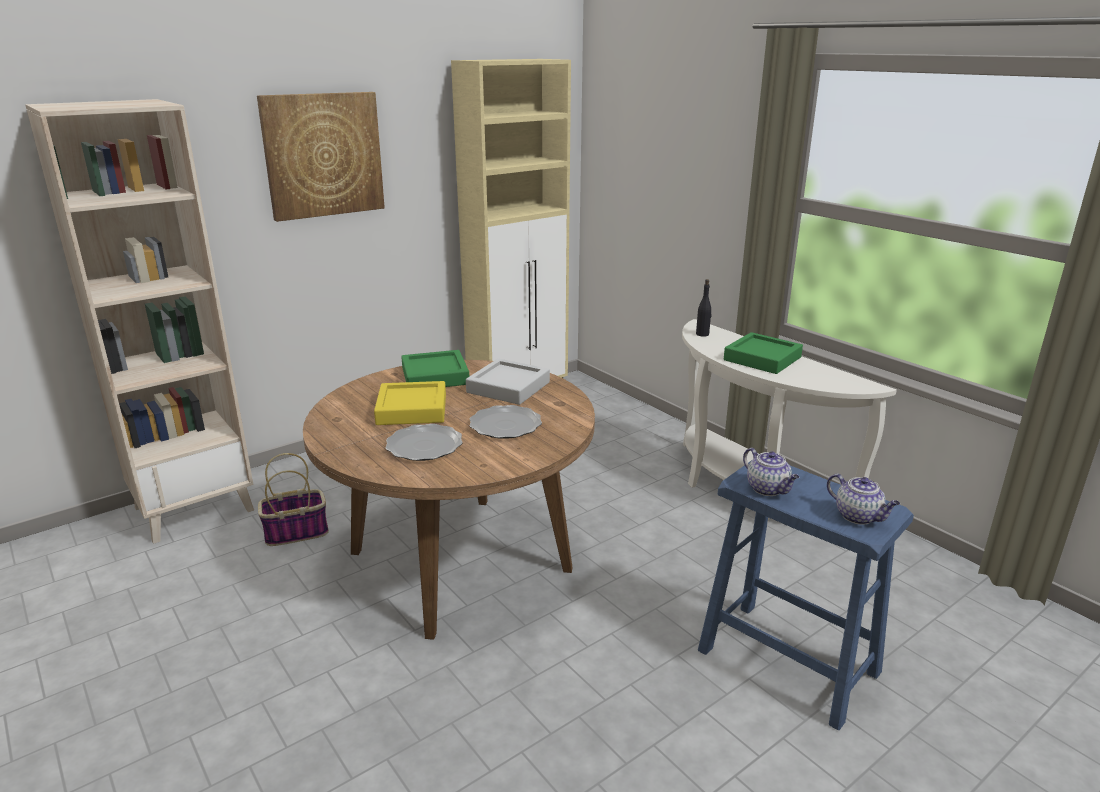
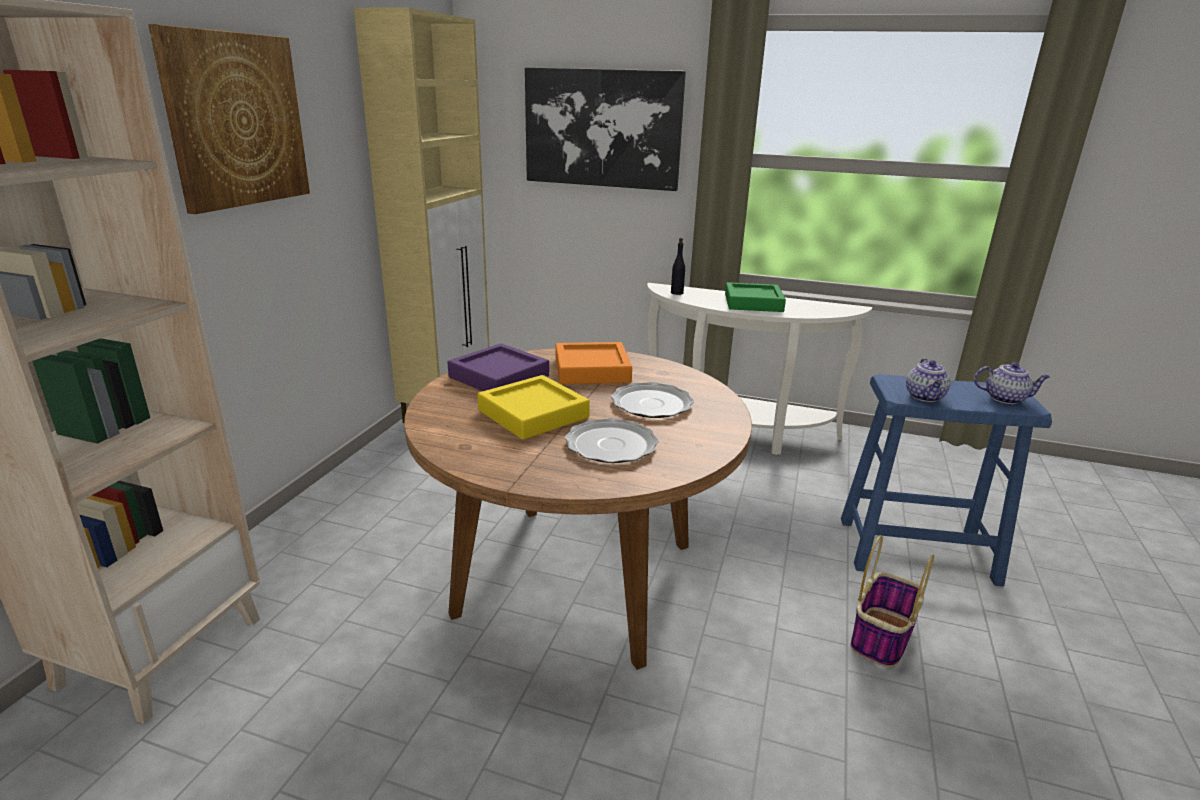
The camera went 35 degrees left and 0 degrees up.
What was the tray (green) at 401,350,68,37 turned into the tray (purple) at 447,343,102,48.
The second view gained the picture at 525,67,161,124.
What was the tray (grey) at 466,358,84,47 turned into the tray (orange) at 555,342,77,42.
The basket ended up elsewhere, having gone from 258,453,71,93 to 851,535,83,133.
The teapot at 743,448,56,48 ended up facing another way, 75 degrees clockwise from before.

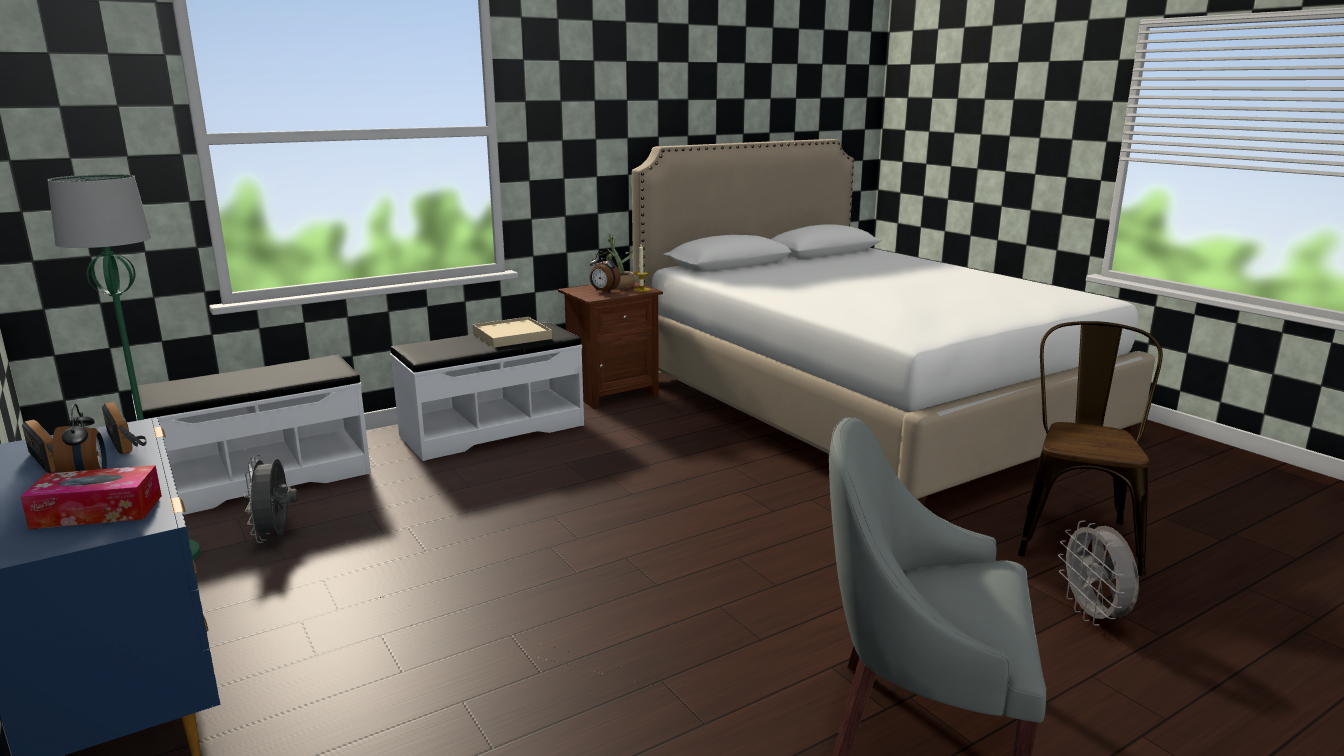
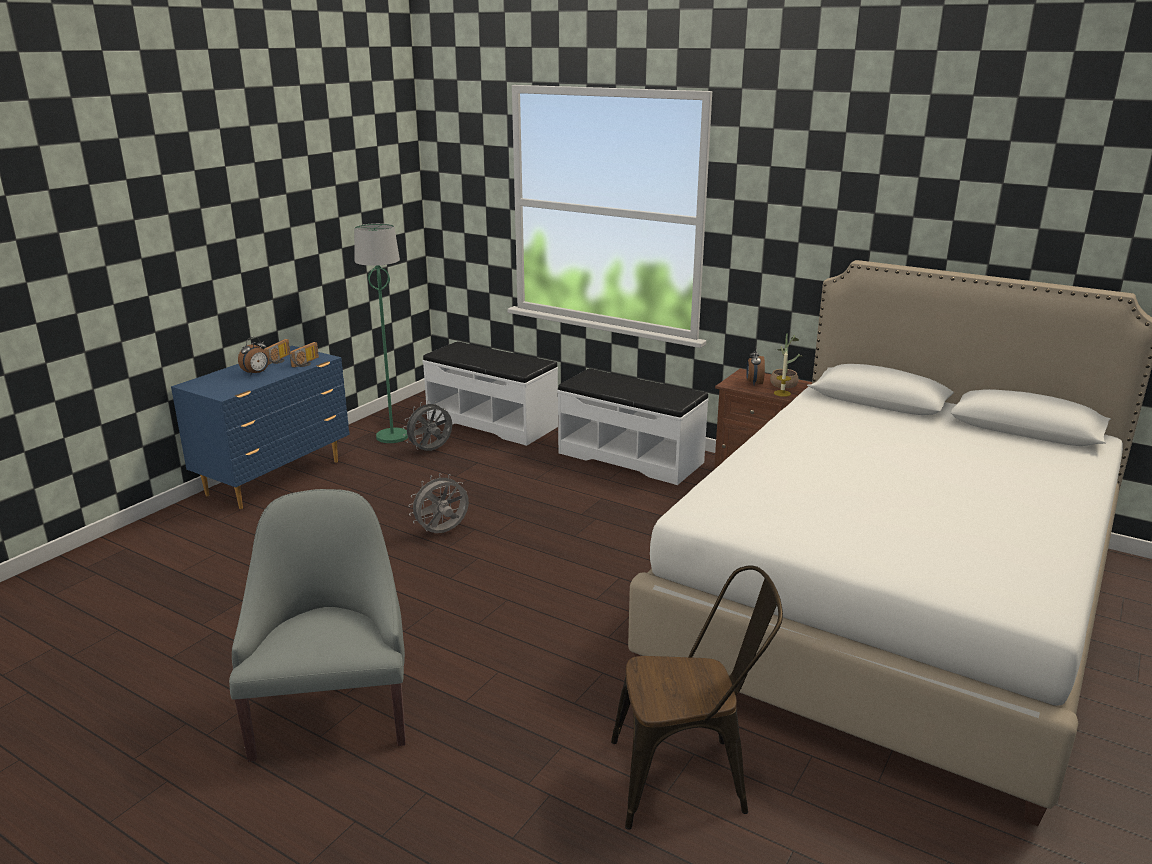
The camera went 65 degrees right and 5 degrees up.
The fan (grey) ended up elsewhere, having gone from 1058,520,81,106 to 408,473,61,60.
The second view lost the tissue box at 20,465,142,64.
The second view lost the tray (beige) at 472,317,80,31.

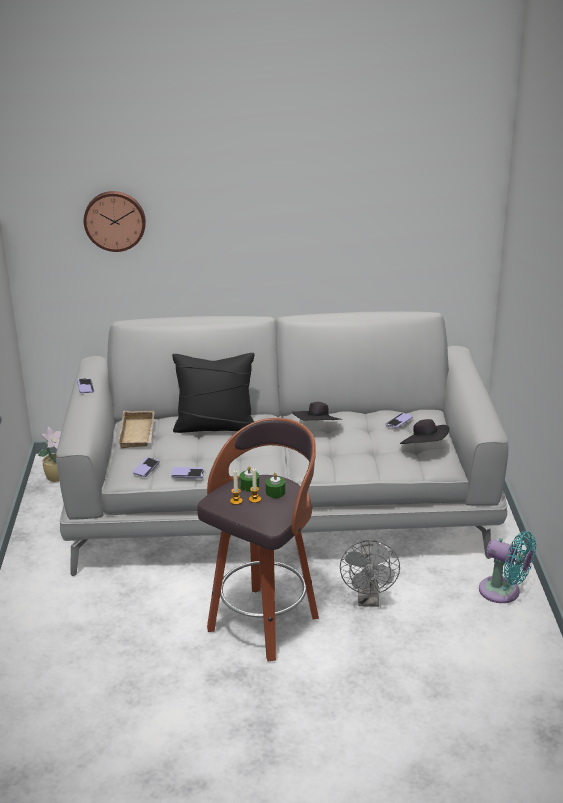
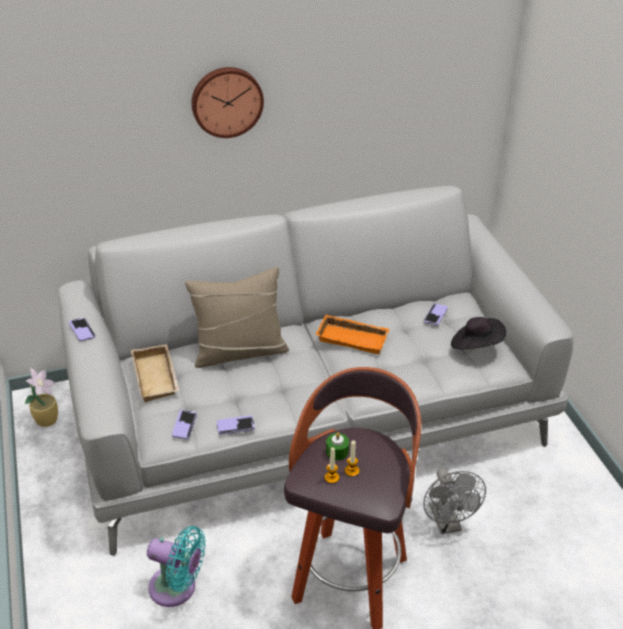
The camera went 15 degrees left and 10 degrees up.
The fan (turquoise) ended up elsewhere, having gone from 479,531,57,72 to 147,526,59,81.
What was the pillow (black) at 172,353,82,80 turned into the pillow (beige) at 185,267,104,101.
The wall clock ended up elsewhere, having gone from 84,191,62,61 to 191,67,73,71.
Where the hat (black) stood at 293,402,49,19, the tray (orange) came to stand at 315,315,75,39.
The second view lost the candle (green) at 266,473,19,25.

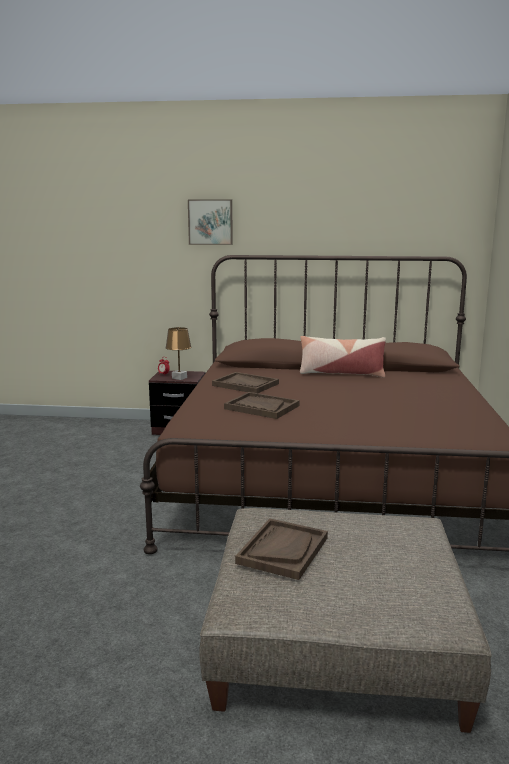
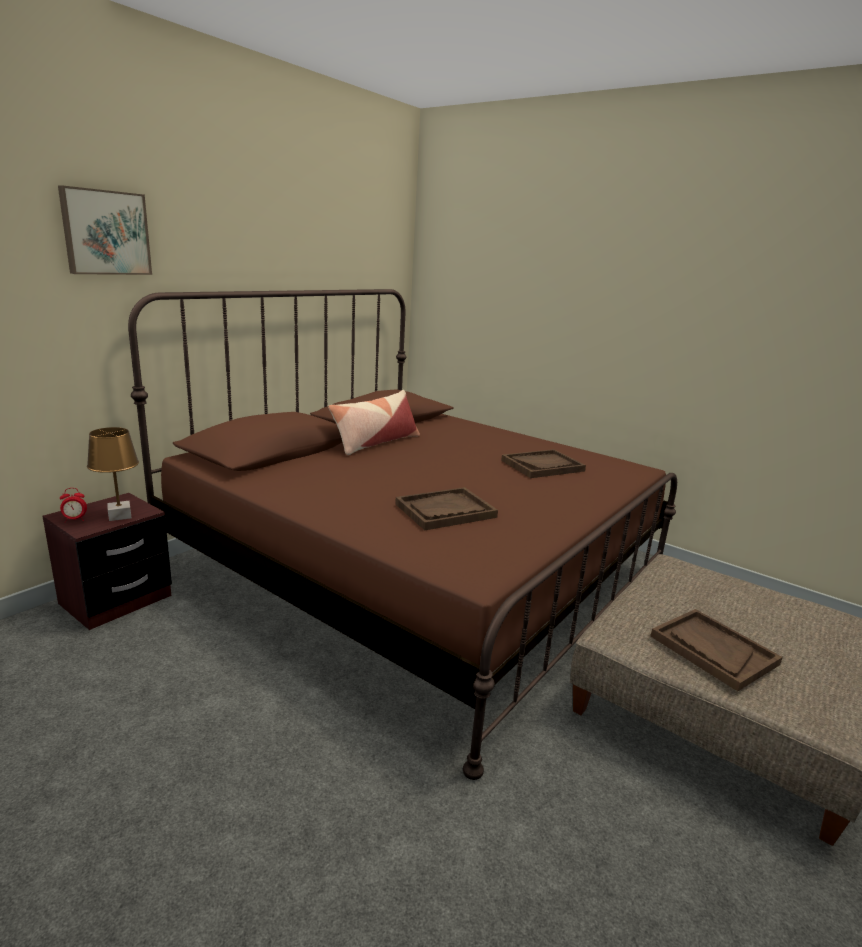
The camera went 60 degrees left and 5 degrees up.
The tray (brown) ended up elsewhere, having gone from 212,372,67,21 to 501,449,85,29.

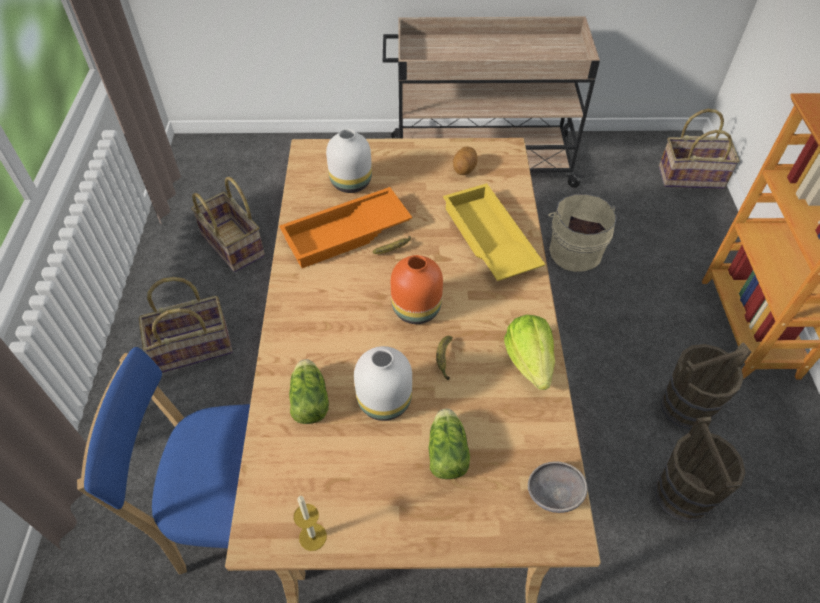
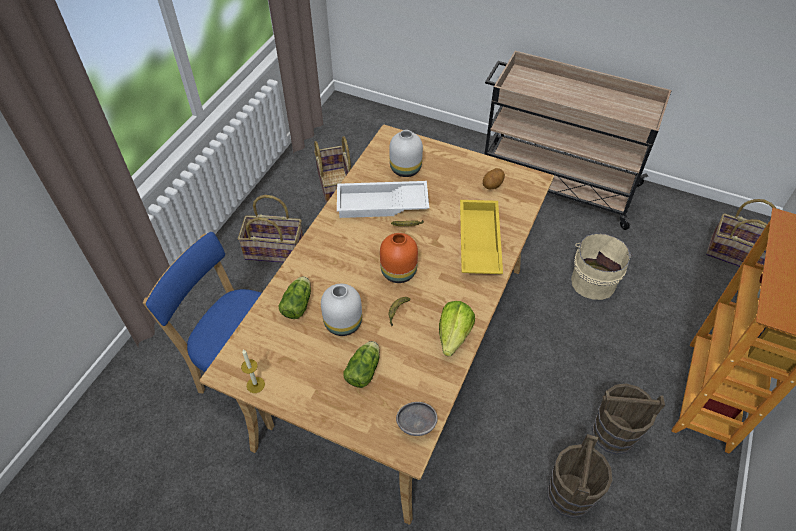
The camera went 25 degrees right and 0 degrees up.
What was the tray (orange) at 279,187,134,81 turned into the tray (white) at 337,181,92,37.

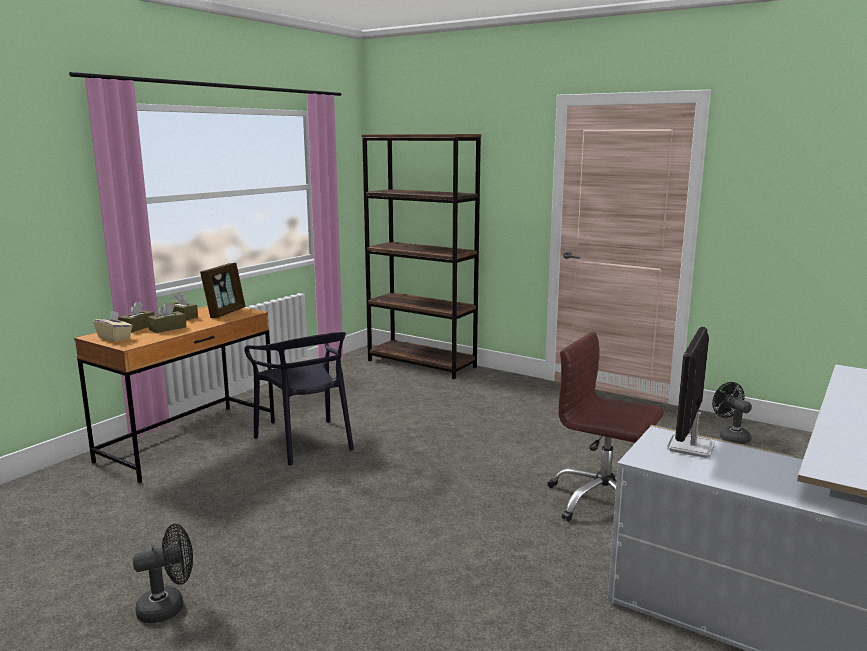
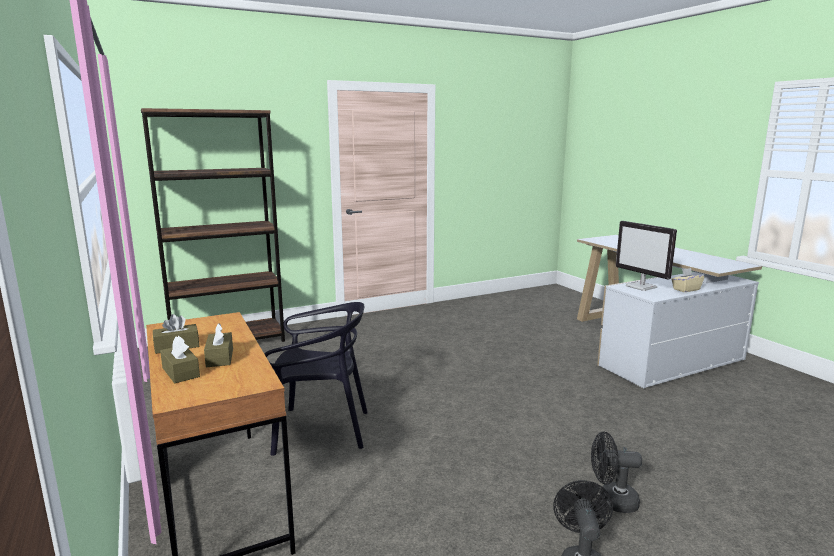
The camera went 60 degrees left and 0 degrees up.
The fan (black) ended up elsewhere, having gone from 712,382,40,62 to 591,431,51,82.
The tissue box (beige) ended up elsewhere, having gone from 93,310,40,32 to 671,268,33,24.
The second view lost the picture frame at 200,263,46,55.
The second view lost the office chair (brown) at 548,332,116,190.

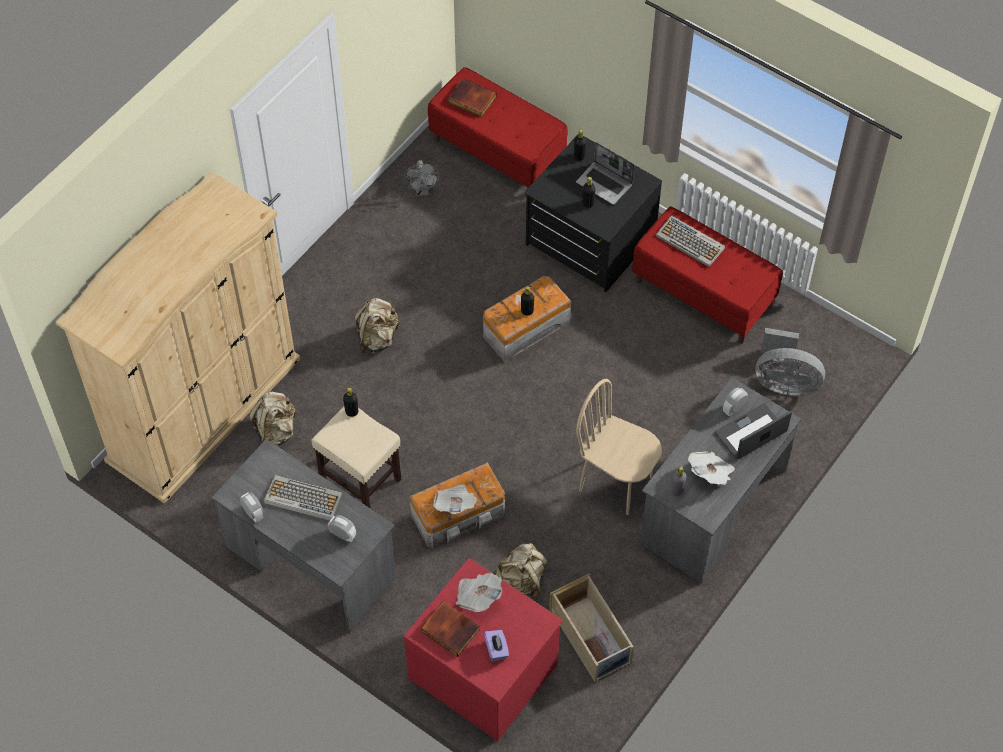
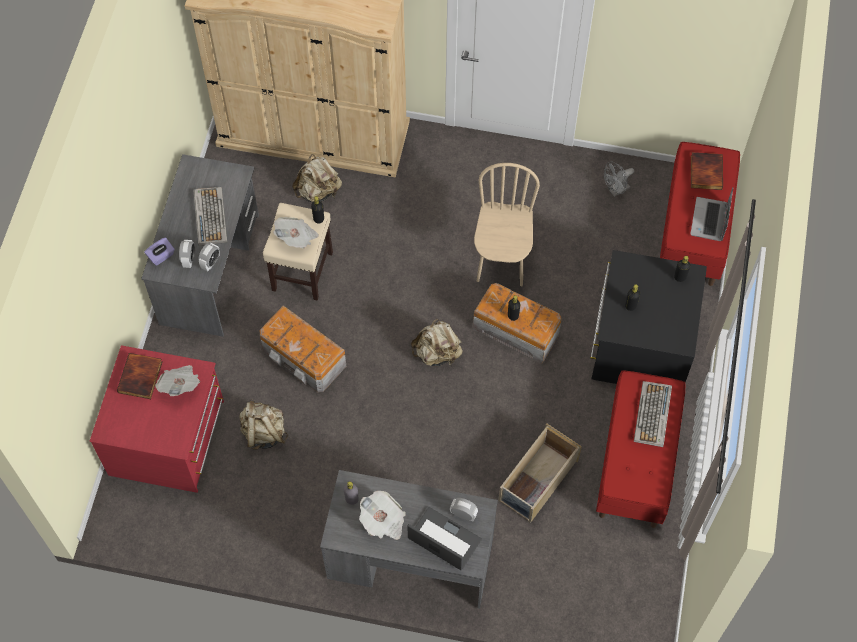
The camera went 65 degrees right and 5 degrees up.
The tissue box (purple) ended up elsewhere, having gone from 484,630,25,32 to 144,237,31,29.
The alarm clock ended up elsewhere, having gone from 240,492,23,31 to 198,243,22,28.
The newspaper ended up elsewhere, having gone from 433,484,45,30 to 273,217,46,31.
The backpack (beige) ended up elsewhere, having gone from 354,298,47,57 to 411,319,52,47.
The chair (beige) ended up elsewhere, having gone from 576,379,86,136 to 474,163,66,123.
The storage box (beige) ended up elsewhere, having gone from 549,573,85,109 to 498,424,84,99.
The laptop ended up elsewhere, having gone from 576,142,59,63 to 690,187,43,54.
The second view lost the fan (grey) at 755,328,70,68.

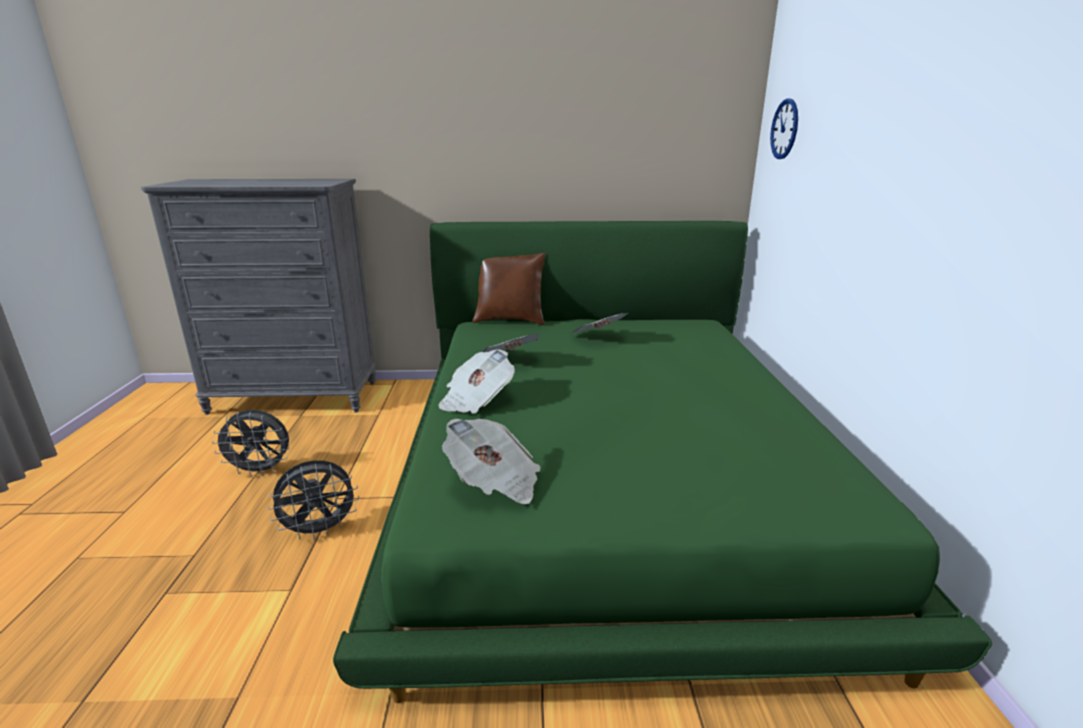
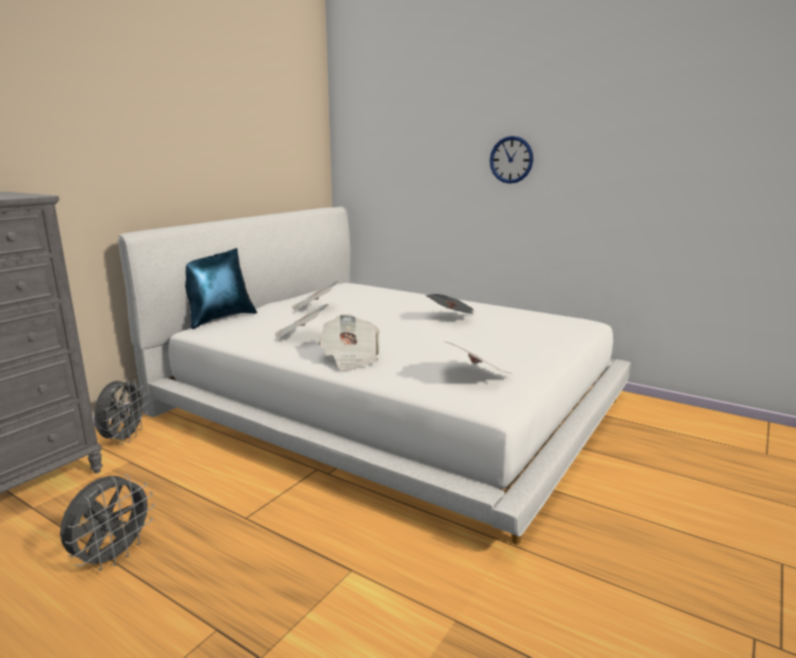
The camera went 55 degrees left and 5 degrees down.
The fan (grey) ended up elsewhere, having gone from 267,460,93,79 to 94,378,54,66.
What was the bed (green) at 333,221,659,482 turned into the bed (white) at 118,206,513,339.
What was the pillow (brown) at 472,253,74,72 turned into the pillow (blue) at 185,248,72,81.
The second view gained the newspaper at 425,294,50,20.
The wall clock ended up elsewhere, having gone from 770,98,28,61 to 490,136,43,48.

